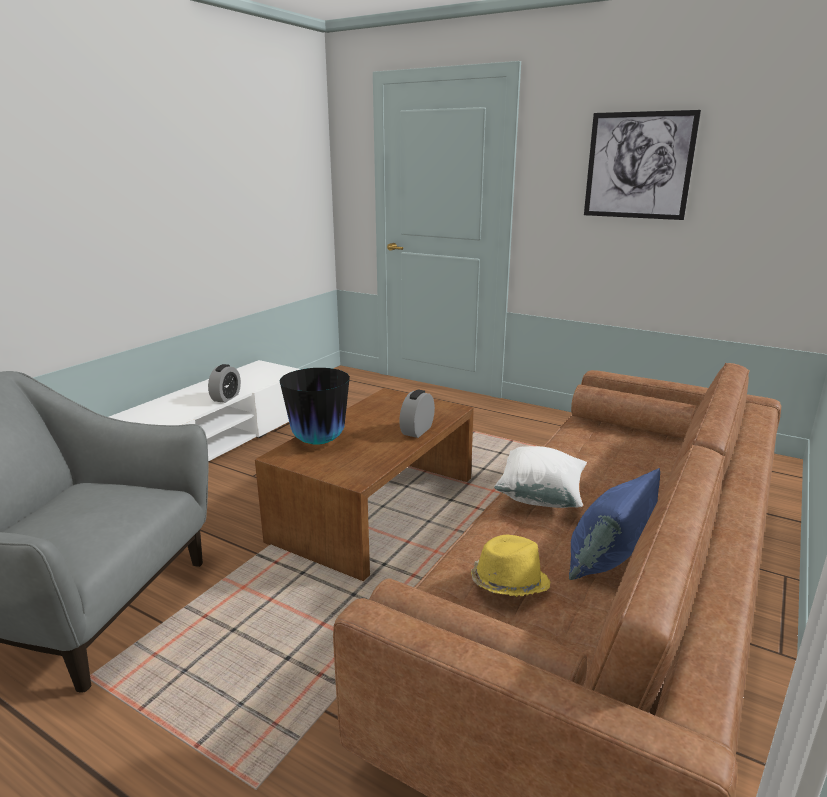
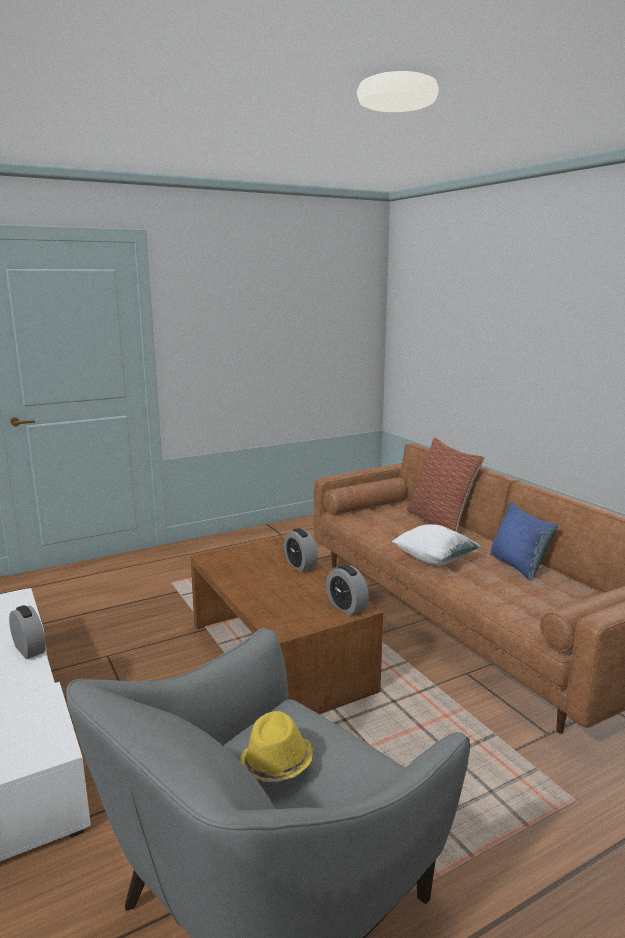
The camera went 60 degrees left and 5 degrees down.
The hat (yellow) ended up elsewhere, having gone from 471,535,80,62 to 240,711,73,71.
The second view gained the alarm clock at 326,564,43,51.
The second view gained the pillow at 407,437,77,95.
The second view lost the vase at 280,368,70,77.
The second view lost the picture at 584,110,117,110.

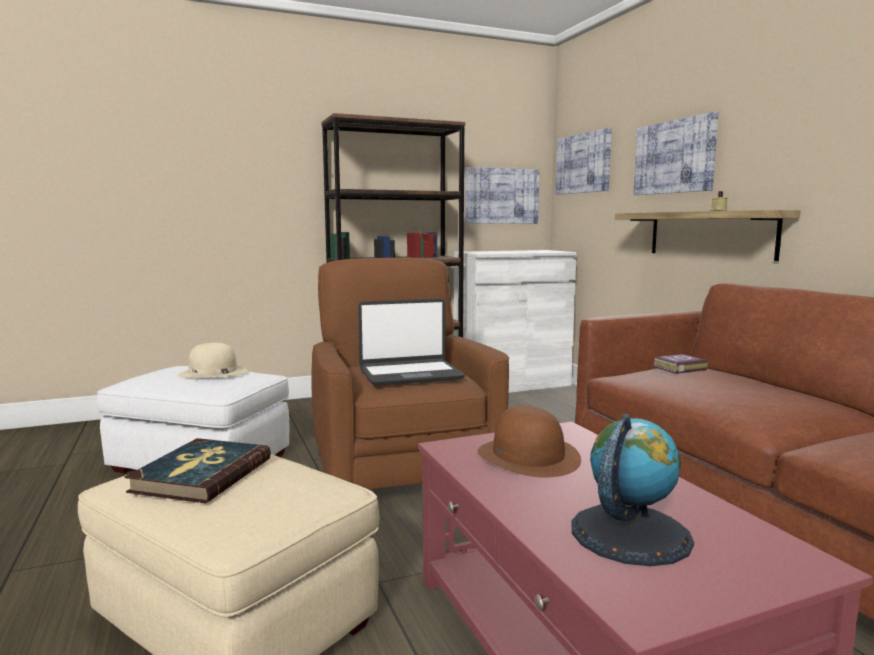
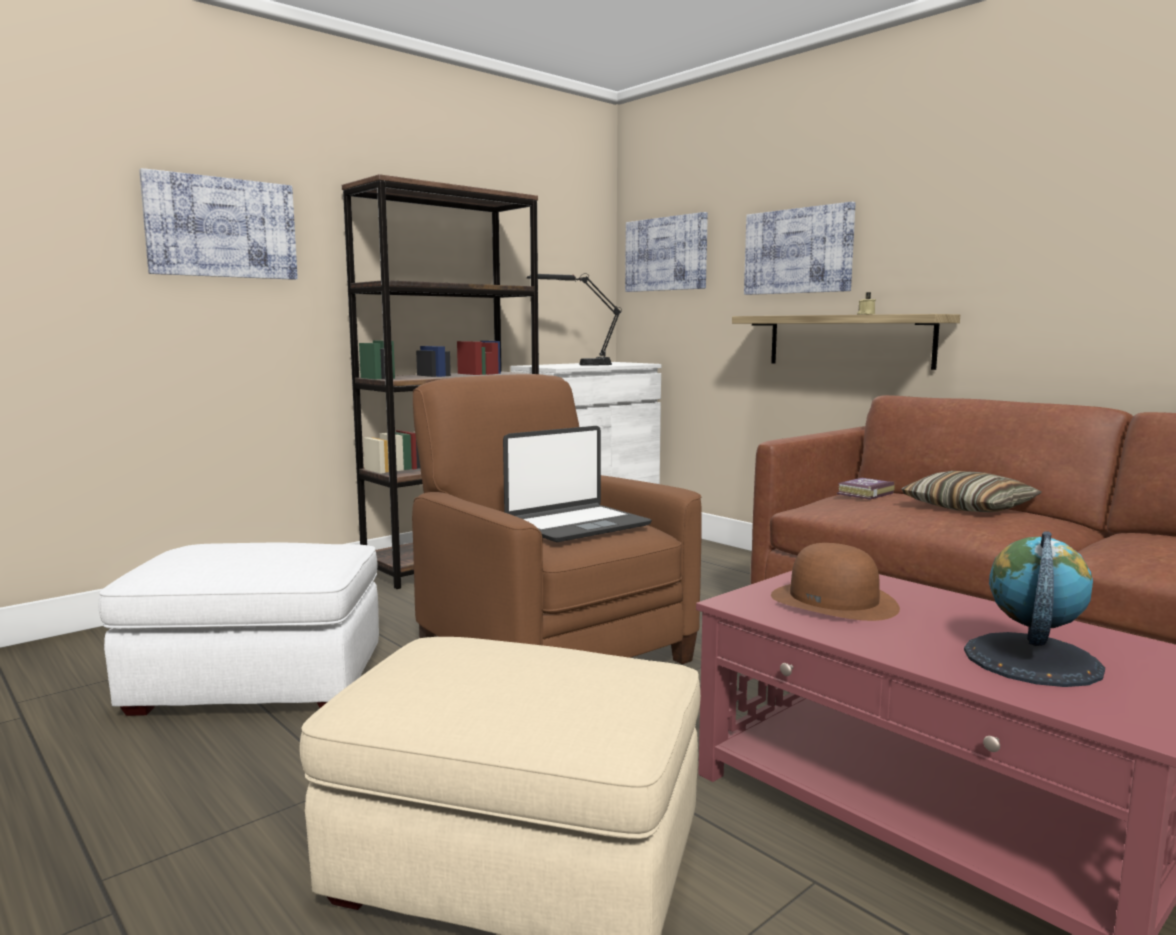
The camera went 20 degrees left and 0 degrees up.
The picture ended up elsewhere, having gone from 465,167,74,57 to 139,168,159,112.
The second view gained the table lamp (black) at 527,274,95,92.
The second view gained the pillow at 901,471,141,42.
The second view lost the book at 125,438,146,65.
The second view lost the hat (beige) at 178,343,70,35.

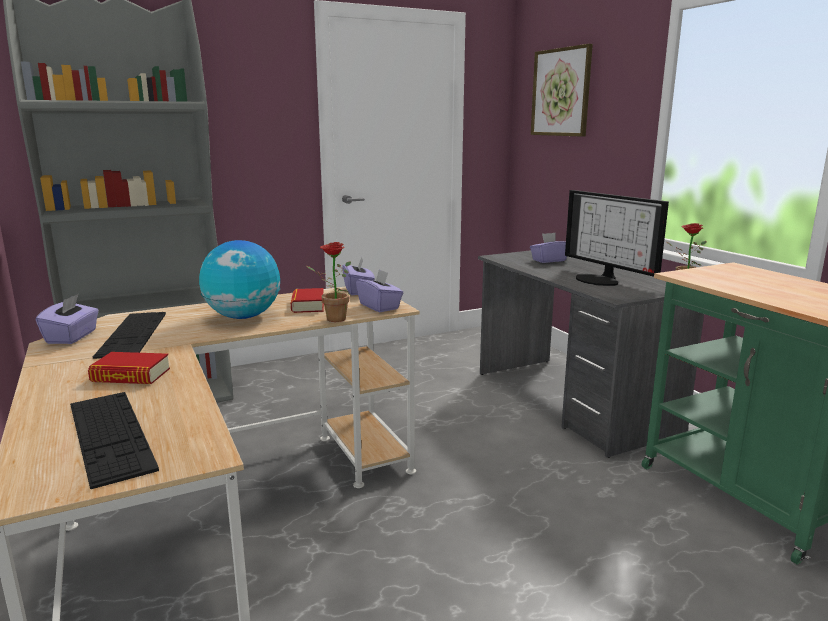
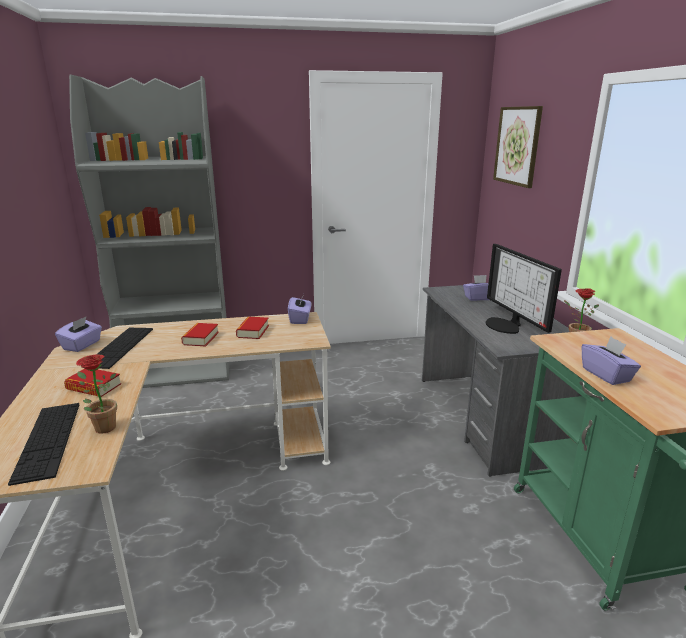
The camera went 15 degrees right and 5 degrees up.
The potted plant ended up elsewhere, having gone from 306,242,45,80 to 76,355,41,79.
Where the globe stood at 199,240,81,79, the book came to stand at 181,323,38,23.
The tissue box (purple) ended up elsewhere, having gone from 356,269,47,43 to 582,337,59,48.

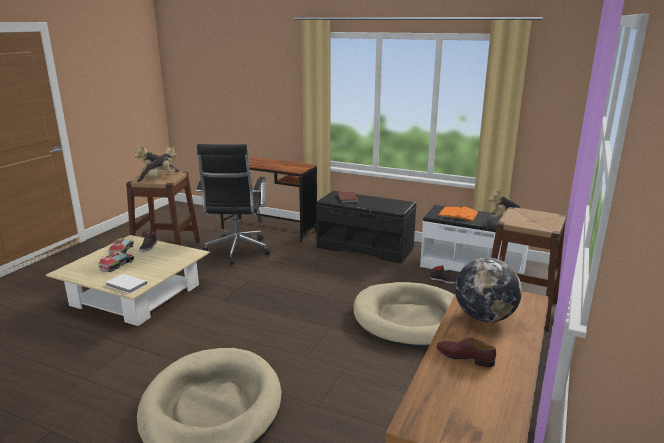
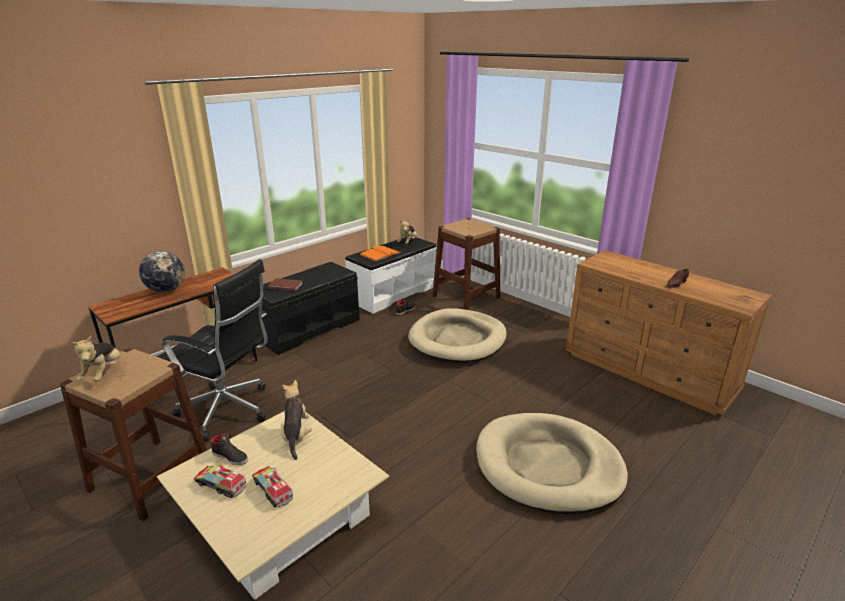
The camera went 70 degrees left and 5 degrees up.
The globe ended up elsewhere, having gone from 455,258,67,64 to 139,251,46,41.
The plush toy ended up elsewhere, having gone from 137,145,40,37 to 281,380,31,80.
The second view lost the book (white) at 106,274,41,19.

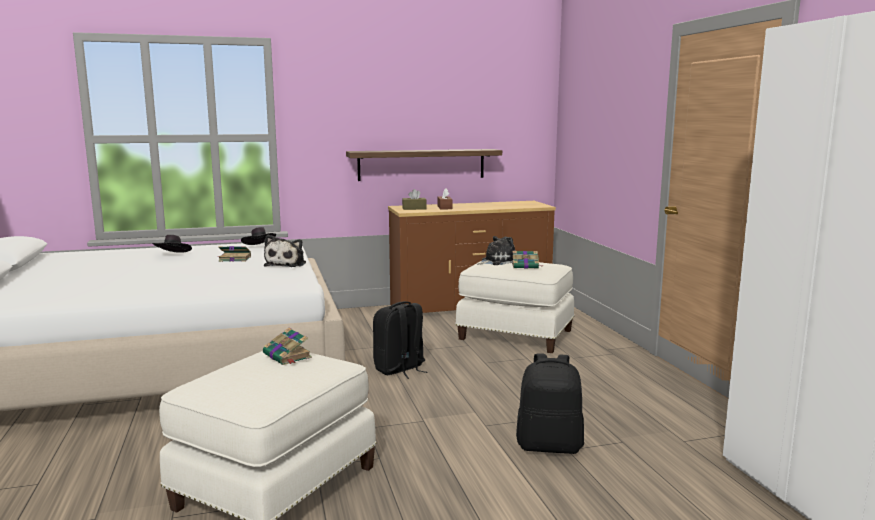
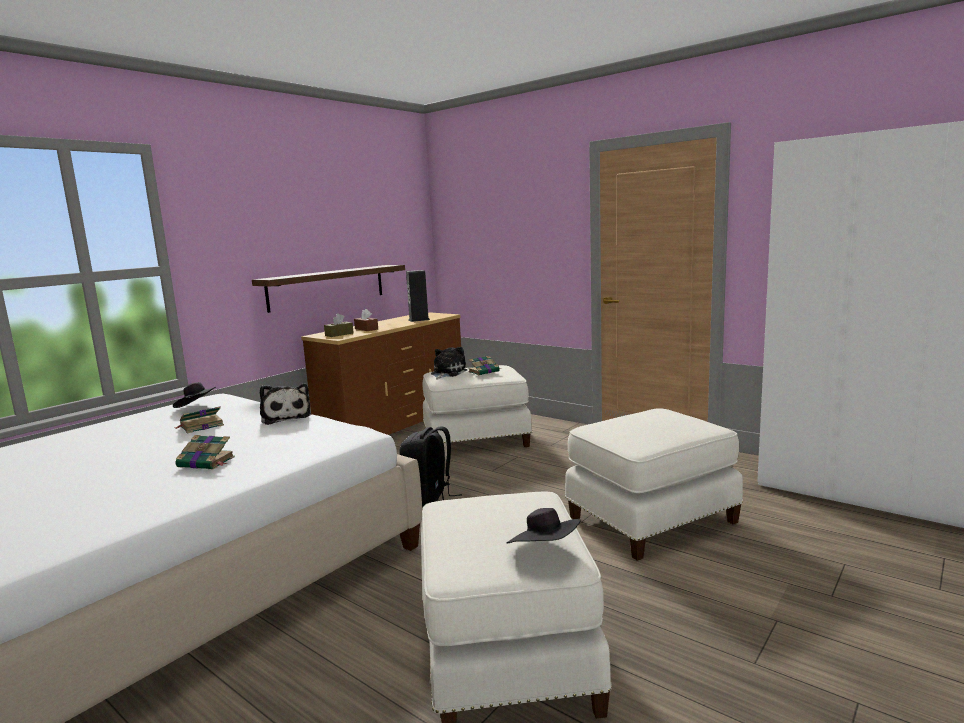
The camera went 35 degrees left and 0 degrees up.
The book ended up elsewhere, having gone from 263,328,49,37 to 176,435,59,34.
The second view gained the speaker at 406,270,24,52.
The hat (black) ended up elsewhere, having gone from 152,235,40,18 to 507,508,73,35.
Where the backpack (black) stood at 516,353,68,101, the ottoman (white) came to stand at 565,409,178,152.

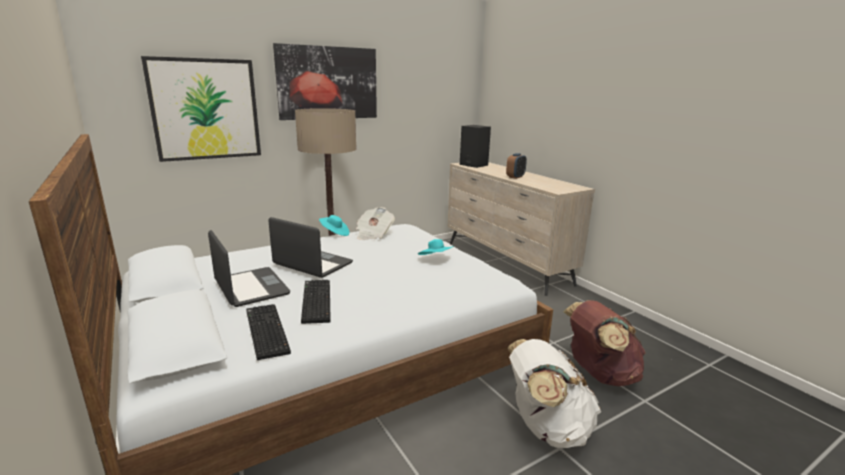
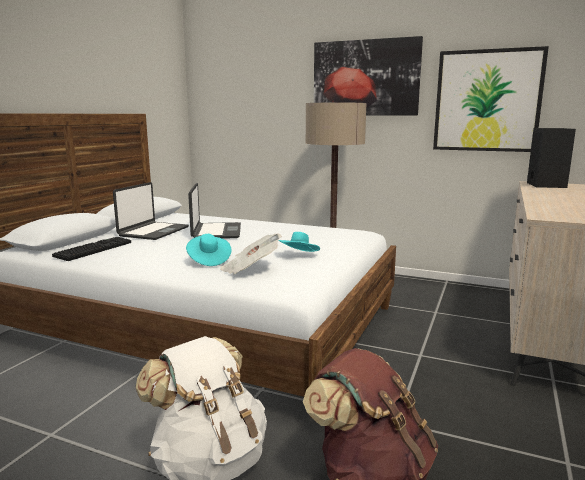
The camera went 55 degrees right and 5 degrees down.
The hat (turquoise) ended up elsewhere, having gone from 319,215,30,21 to 186,234,45,32.
The newspaper ended up elsewhere, having gone from 356,207,39,33 to 220,234,62,40.
The picture ended up elsewhere, having gone from 141,56,120,106 to 433,46,116,106.
The second view lost the keyboard at 301,280,30,44.
The second view lost the alarm clock at 506,153,21,26.

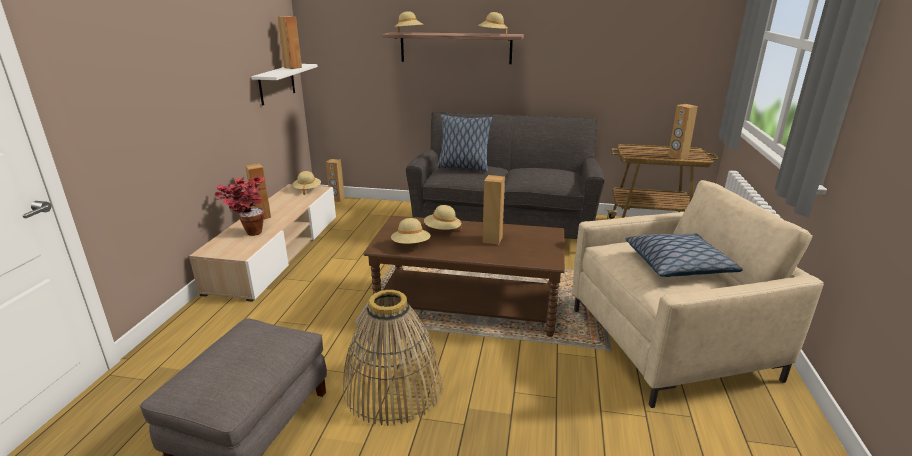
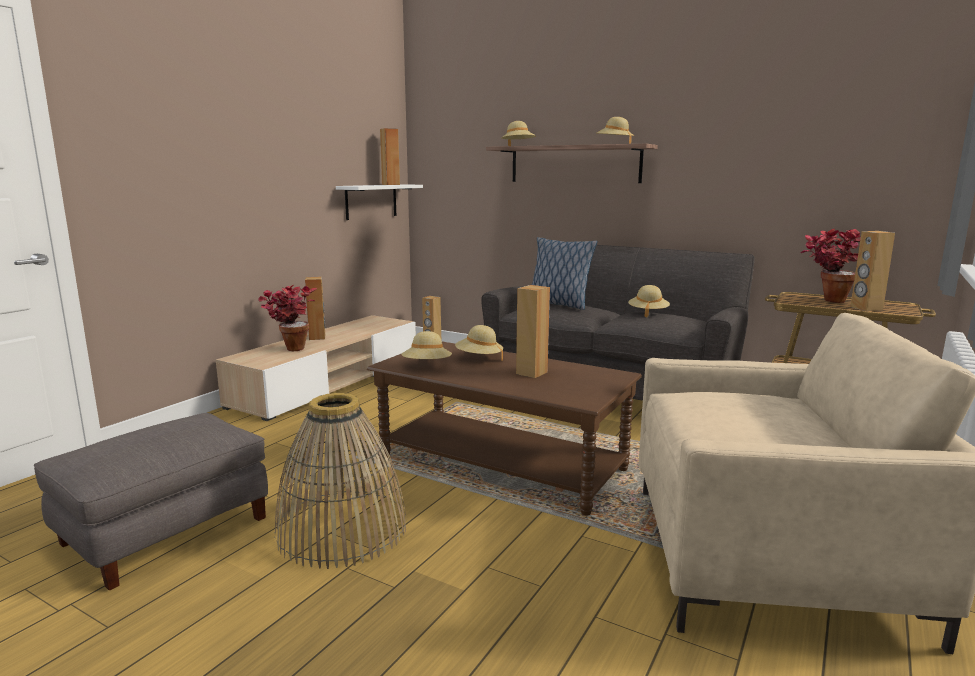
The camera went 20 degrees right and 10 degrees down.
The hat (beige) ended up elsewhere, having gone from 292,171,29,24 to 628,285,42,32.
The second view gained the potted plant at 800,229,61,74.
The second view lost the pillow at 626,234,117,43.

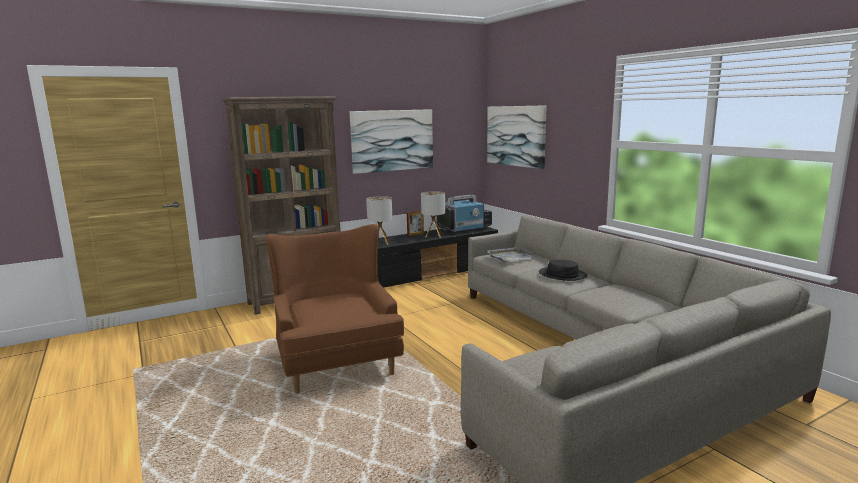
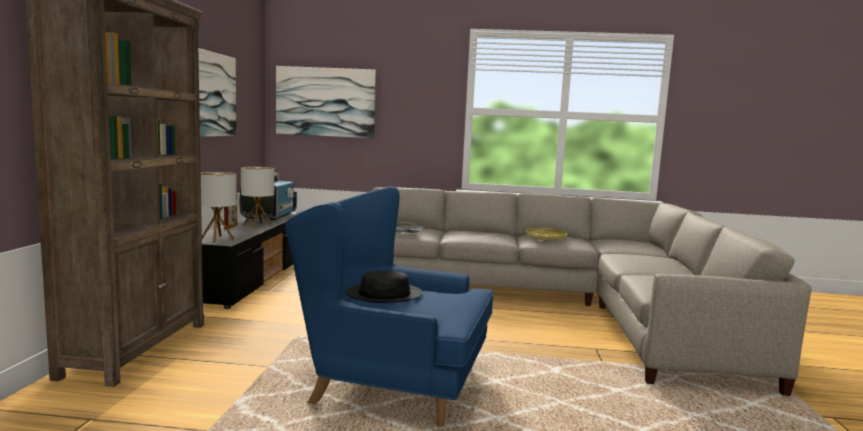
The camera went 55 degrees left and 5 degrees down.
What was the armchair (brown) at 265,224,139,170 turned into the armchair (blue) at 285,187,209,240.
The hat (black) ended up elsewhere, having gone from 539,259,48,22 to 346,270,77,33.
The second view gained the tray (yellow) at 526,228,41,13.

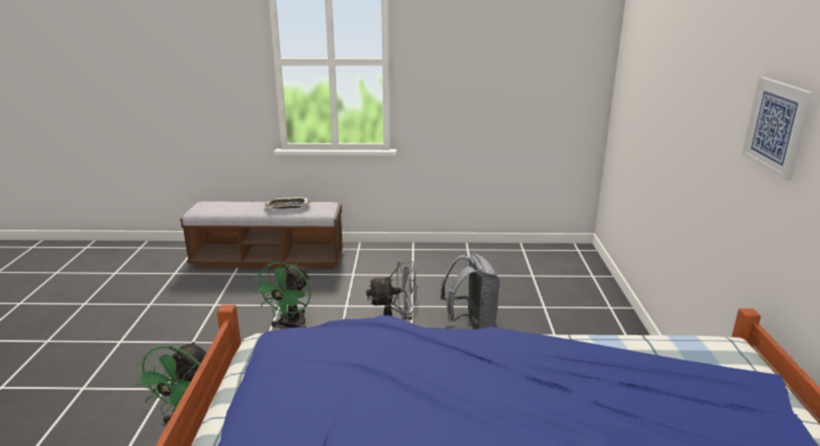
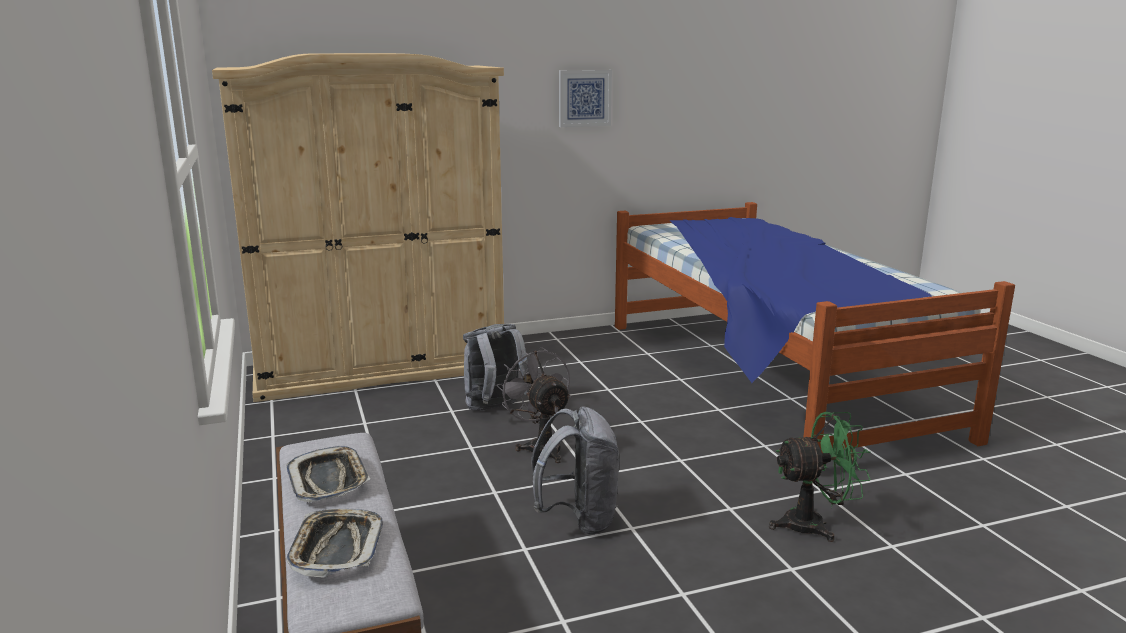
The camera went 110 degrees left and 5 degrees down.
The second view gained the wardrobe (beige) at 212,53,292,349.
The second view gained the tray at 286,509,97,69.
Where the fan (green) stood at 253,262,58,66, the backpack (grey) came to stand at 532,406,88,129.

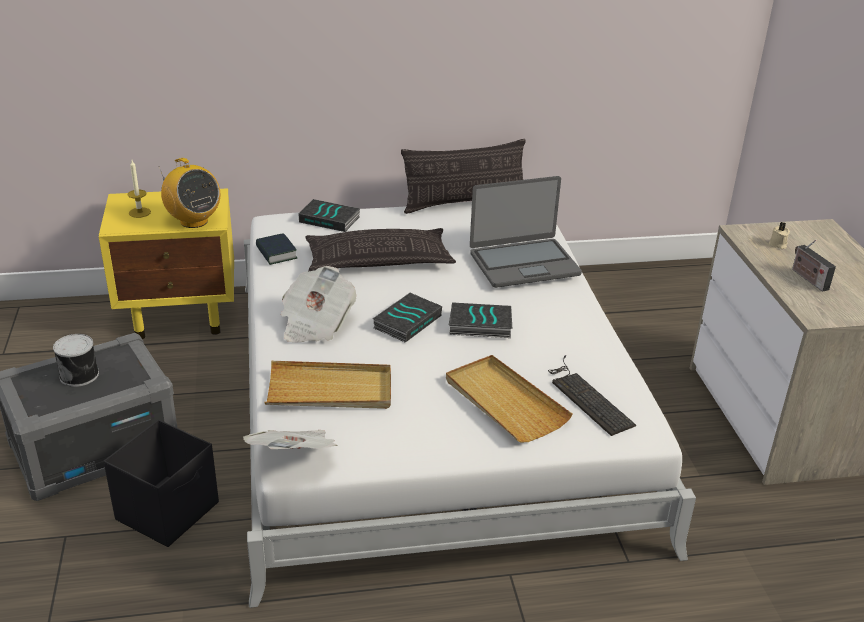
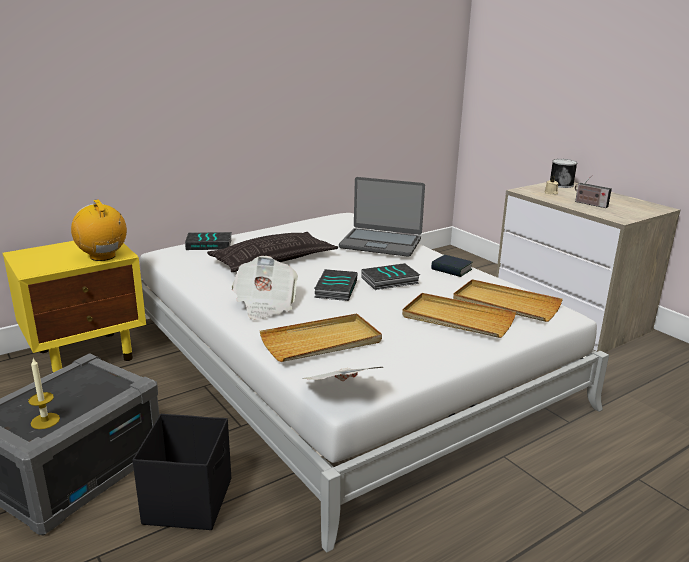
The camera went 25 degrees left and 10 degrees down.
The candle ended up elsewhere, having gone from 127,160,24,58 to 28,358,32,71.
The radio at 159,158,61,70 ended up facing another way, 150 degrees counterclockwise from before.
The laptop at 470,176,112,112 ended up facing another way, 60 degrees clockwise from before.
The book ended up elsewhere, having gone from 256,233,41,32 to 431,255,41,22.
Where the keyboard stood at 548,355,88,81, the tray (beige) came to stand at 453,279,110,43.
The can ended up elsewhere, having gone from 53,334,46,53 to 550,159,27,29.
The second view lost the pillow at 401,139,125,75.

